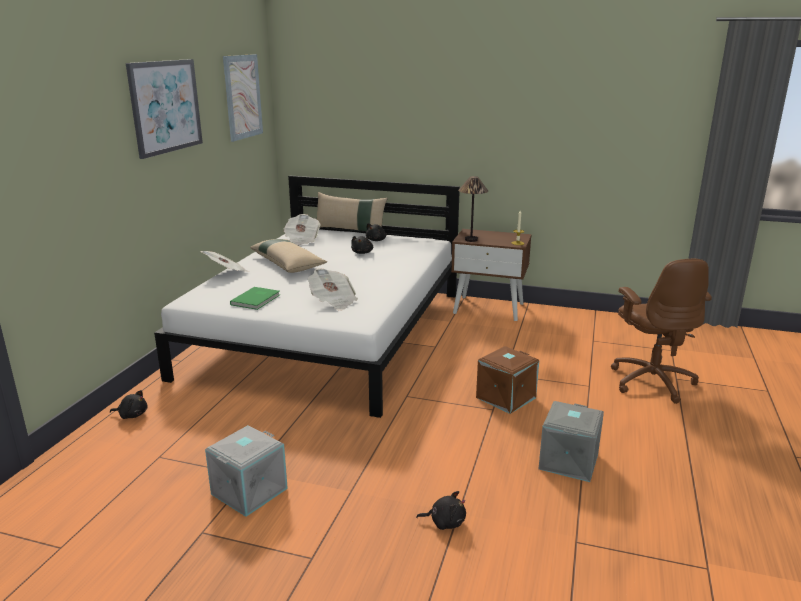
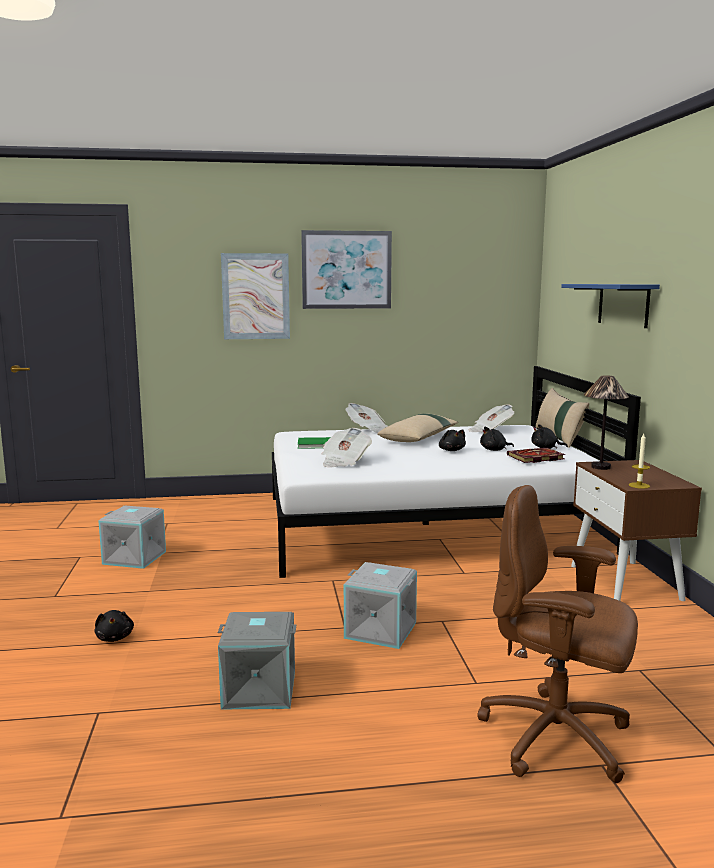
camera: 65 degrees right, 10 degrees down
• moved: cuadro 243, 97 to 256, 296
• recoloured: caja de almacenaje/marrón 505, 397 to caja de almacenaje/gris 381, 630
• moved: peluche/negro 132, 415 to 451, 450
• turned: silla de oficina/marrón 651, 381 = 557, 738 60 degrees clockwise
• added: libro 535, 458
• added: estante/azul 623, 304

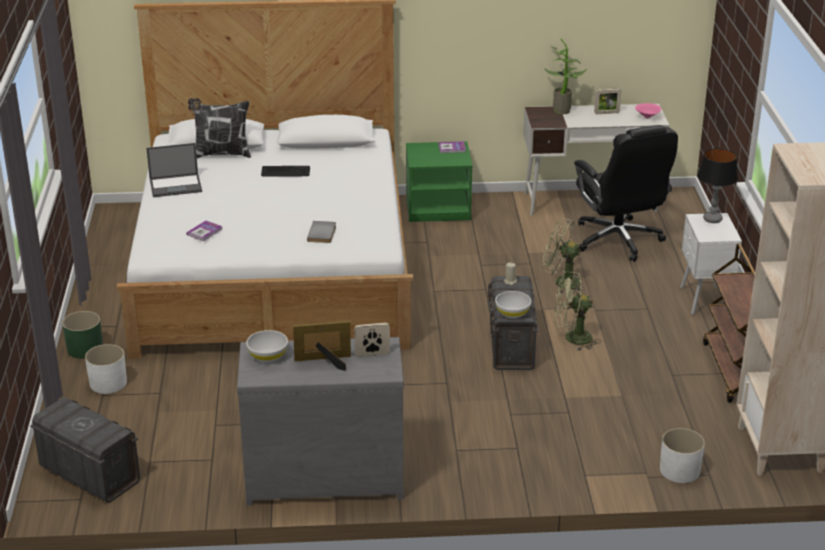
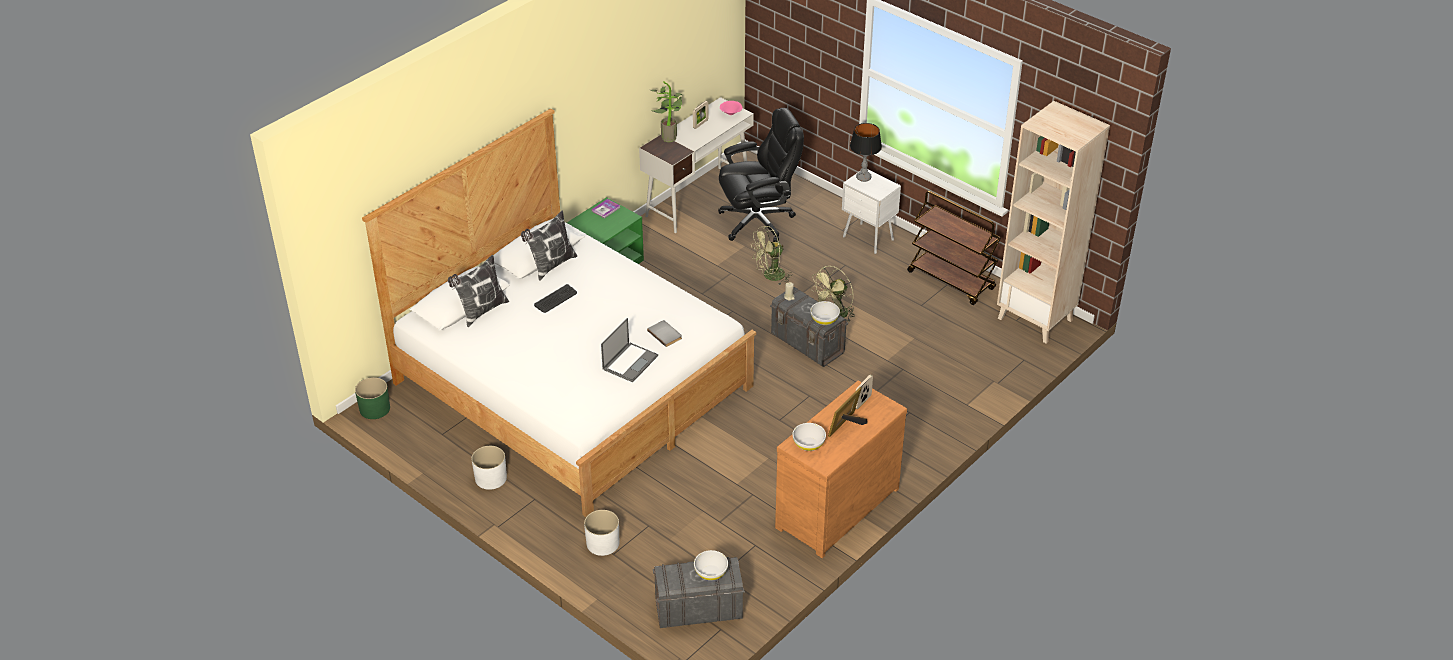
camera: 45 degrees left, 10 degrees up
• moved: maceta/verde 85, 348 to 374, 408
• moved: maceta/blanco 680, 470 to 491, 478
• added: cojín 551, 265
• moved: portátil 176, 185 to 630, 362
• added: cuenco/blanco 710, 572
• turned: silla de oficina/negro 618, 240 = 758, 221 45 degrees counterclockwise
• recoloured: cómoda/gris 323, 475 to cómoda/marrón 834, 507
• removed: libro 204, 232

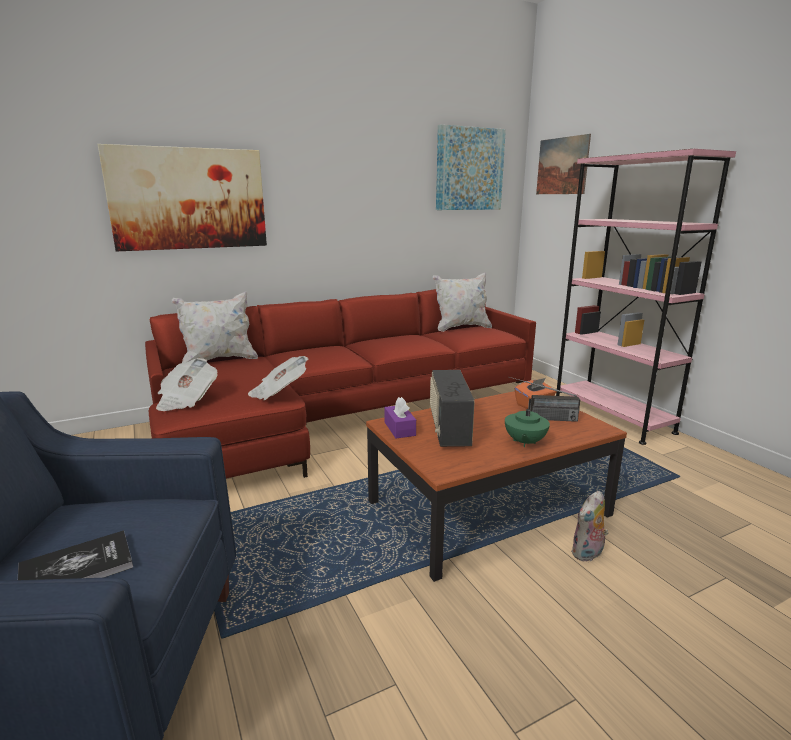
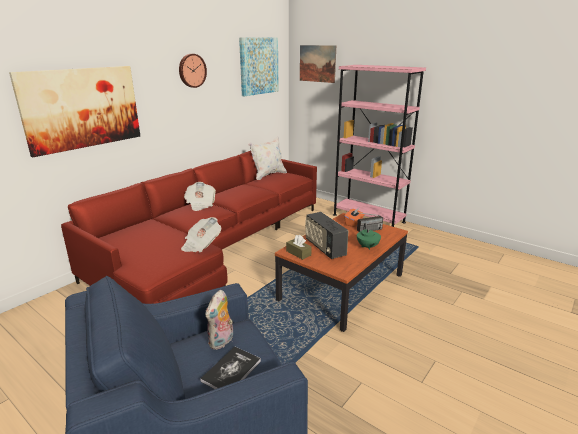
camera: 25 degrees left, 5 degrees up
• added: reloj de pared 191, 70
• moved: periódico 186, 400 to 200, 204
• moved: peluche 588, 554 to 222, 342
• recoloured: caja de pañuelos/morado 399, 429 to caja de pañuelos/marrón 298, 253
• removed: cojín/blanco 219, 360

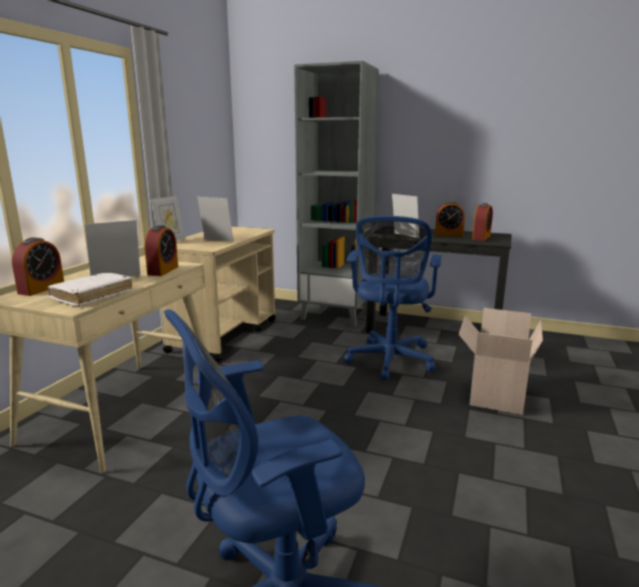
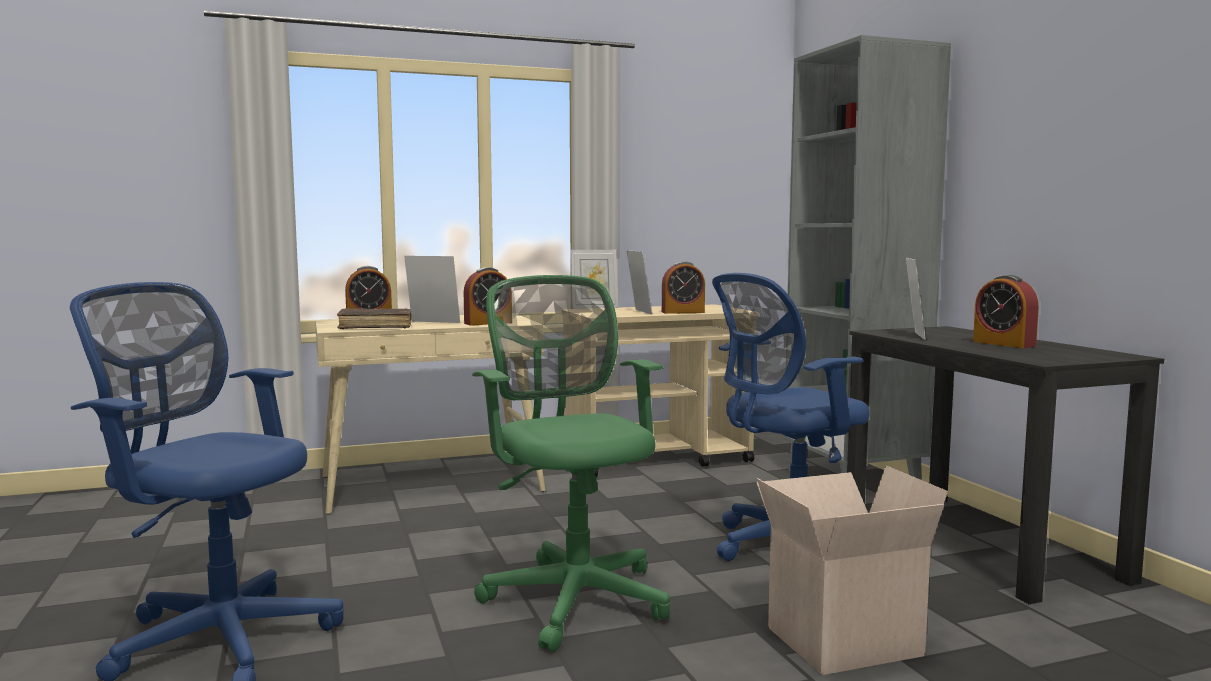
camera: 50 degrees right, 10 degrees down
• recoloured: libro/blanco 92, 295 to libro/marrón 375, 327
• added: silla de oficina/verde 574, 596
• moved: despertador 481, 237 to 683, 312

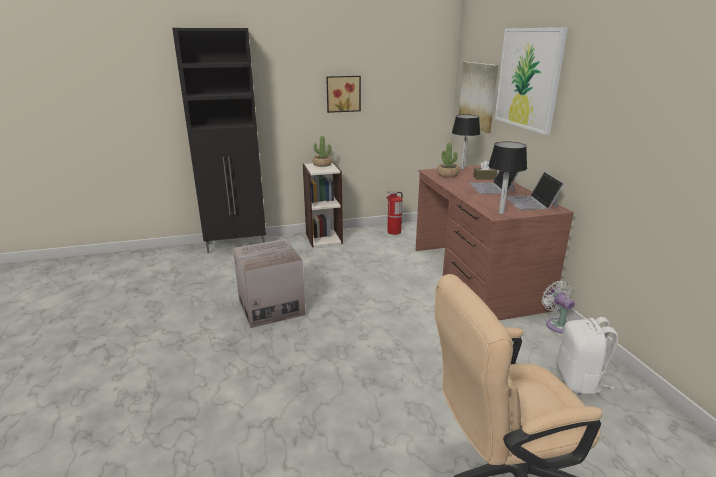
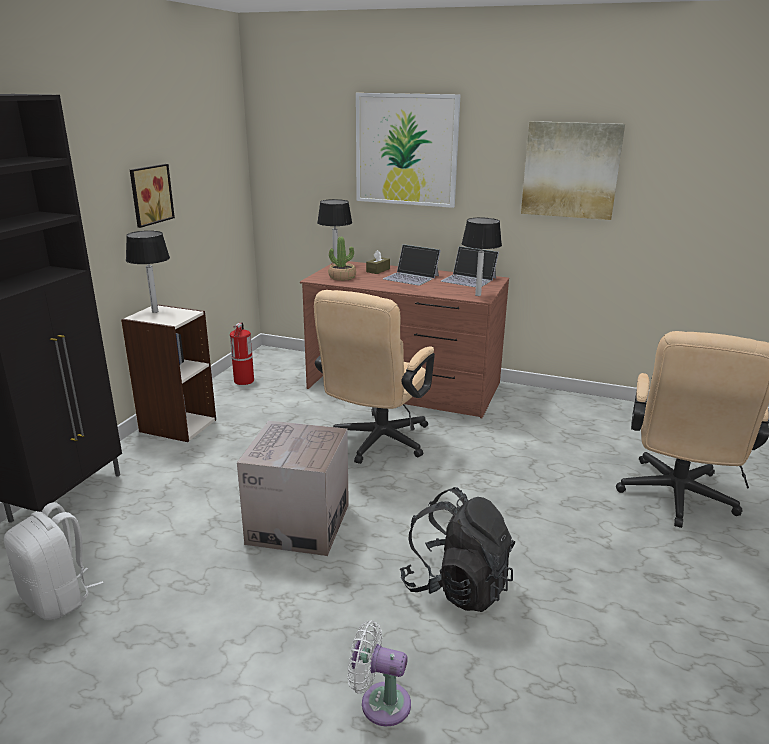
camera: 55 degrees left, 0 degrees up
• moved: mochila/blanco 579, 380 to 58, 598
• replaced: planta en maceta 322, 164 to lámpara de mesa 155, 311
• added: silla de oficina/beis 376, 443
• moved: ventilador/blanco 557, 324 to 380, 702
• added: mochila/negro 456, 586
• moved: cuadro 478, 96 to 571, 170

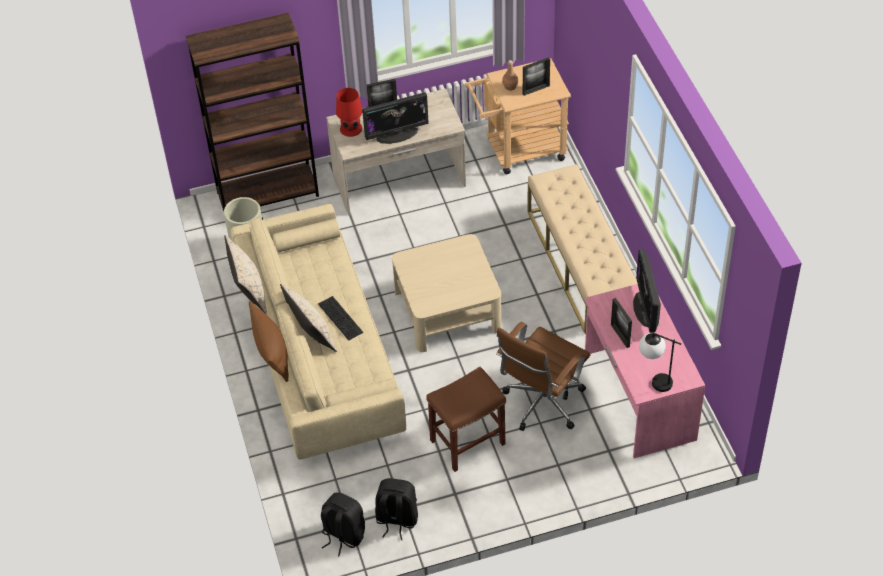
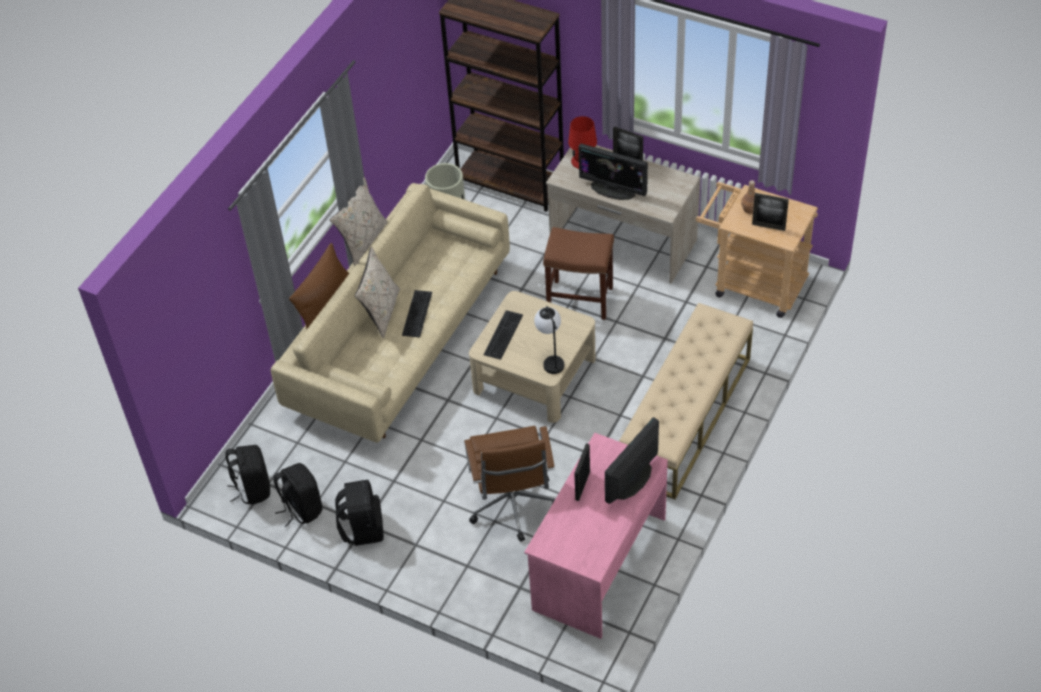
camera: 45 degrees right, 0 degrees up
• added: mochila/negro 362, 528
• turned: silla de oficina/marrón 541, 404 = 513, 507 90 degrees counterclockwise
• added: teclado 502, 334
• moved: lámpara de mesa 654, 380 to 551, 359
• moved: taburete/marrón 467, 443 to 579, 300

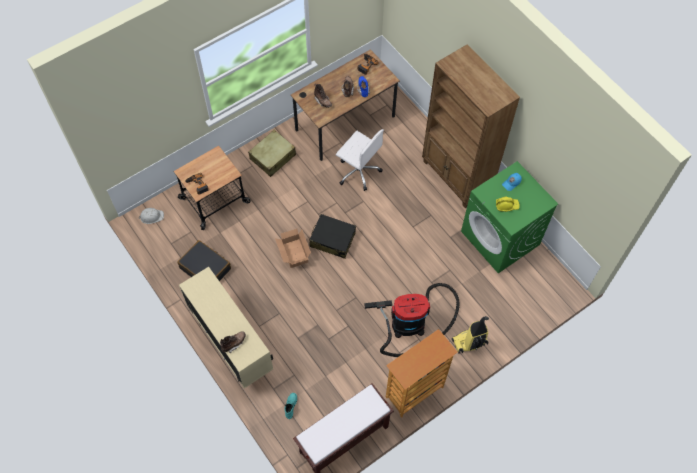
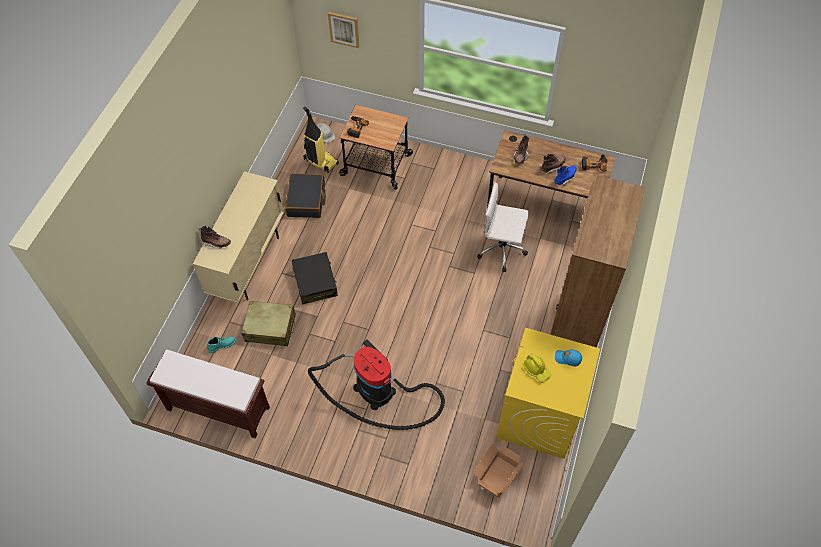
camera: 55 degrees right, 5 degrees down
• moved: maleta/beis 273, 157 to 270, 328
• moved: maleta/negro 332, 239 to 315, 282
• moved: aspiradora 469, 342 to 320, 162
• added: cuadro 344, 29
• moved: caja de cartón 294, 254 to 496, 476
• turned: silla de oficina/blanco 358, 171 = 502, 249 105 degrees clockwise
• recoloured: lavadora/verde 500, 238 to lavadora/amarillo 539, 416
• removed: estantería 414, 392

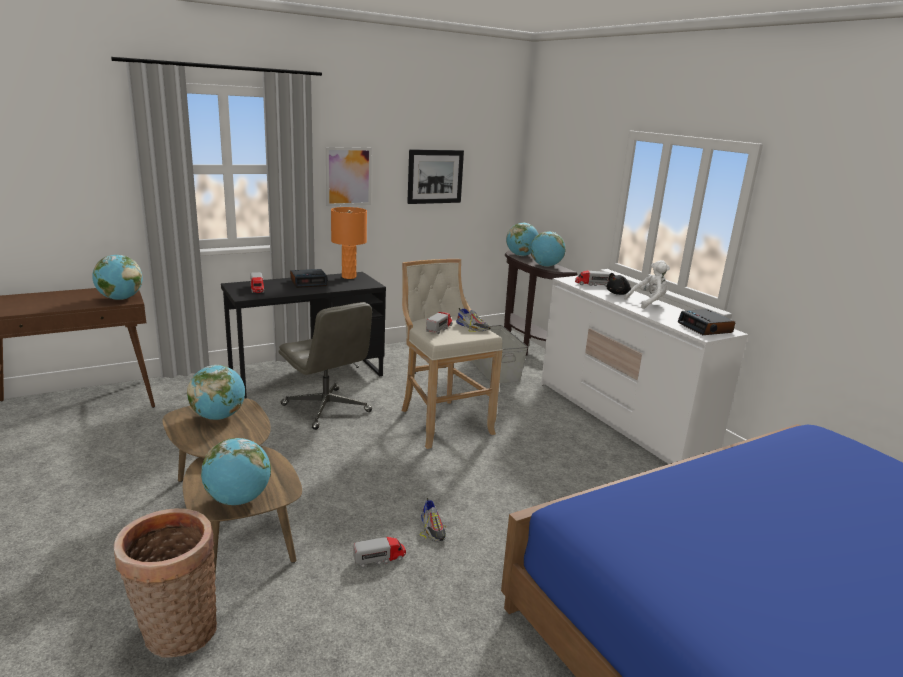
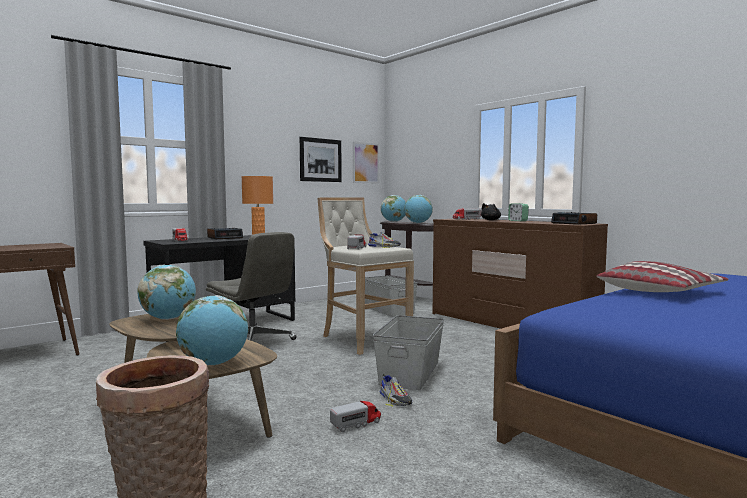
camera: 10 degrees left, 15 degrees down
• moved: cuadro 348, 176 to 365, 163
• added: caja de almacenaje/gris 411, 372
• recoloured: cómoda/blanco 620, 419 to cómoda/marrón 509, 325
• replaced: peluche/blanco 648, 303 to despertador 518, 221
• added: cojín 660, 292
• removed: globo terráqueo 120, 299

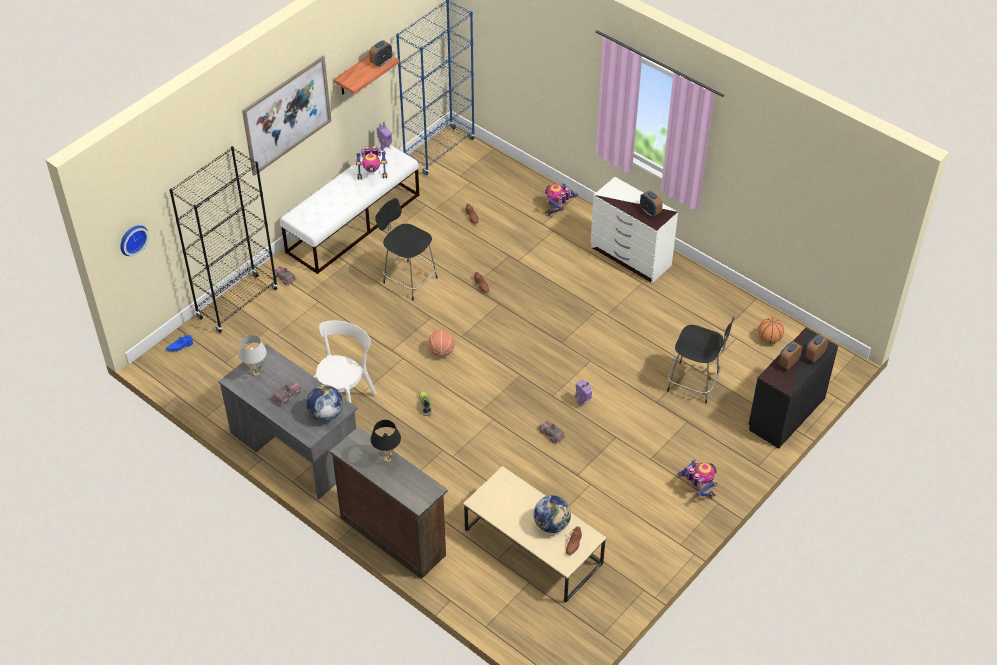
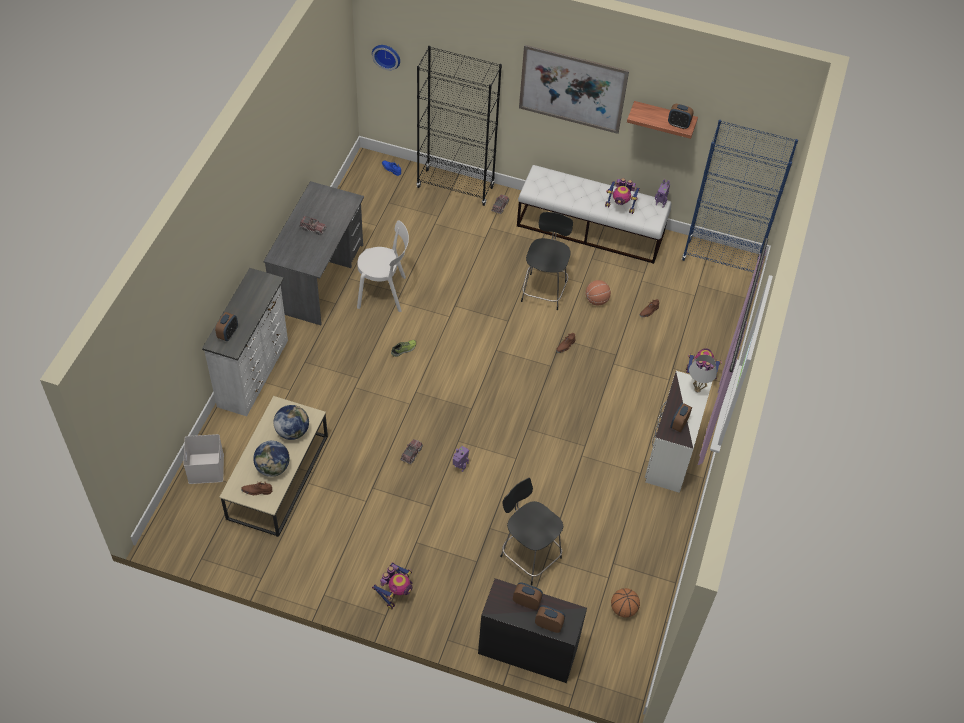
camera: 65 degrees right, 5 degrees up
• added: caja de almacenaje/blanco 205, 467
• recoloured: cómoda/marrón 393, 534 to cómoda/blanco 255, 373
• added: despertador 228, 334
• moved: globo terráqueo 325, 414 to 292, 431
• turned: silla/negro 695, 383 = 529, 555 135 degrees clockwise
• moved: balón de baloncesto 441, 351 to 596, 300
• turned: robot de juguete 372, 175 = 620, 206 45 degrees counterclockwise
• moved: lámpara de mesa/blanco 256, 373 to 697, 389
• removed: lámpara de mesa/negro 387, 459

